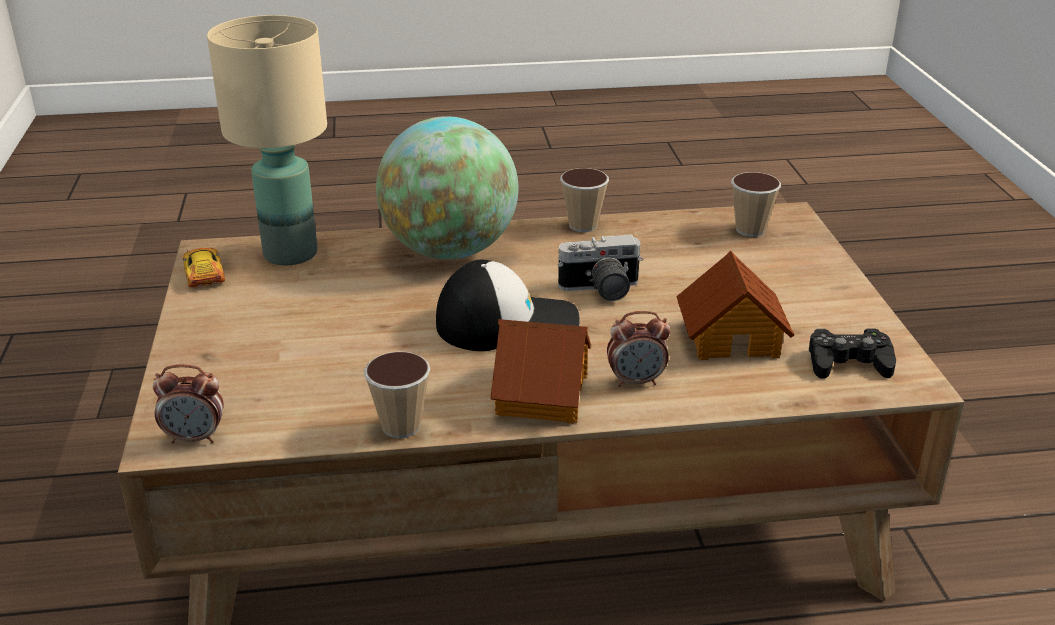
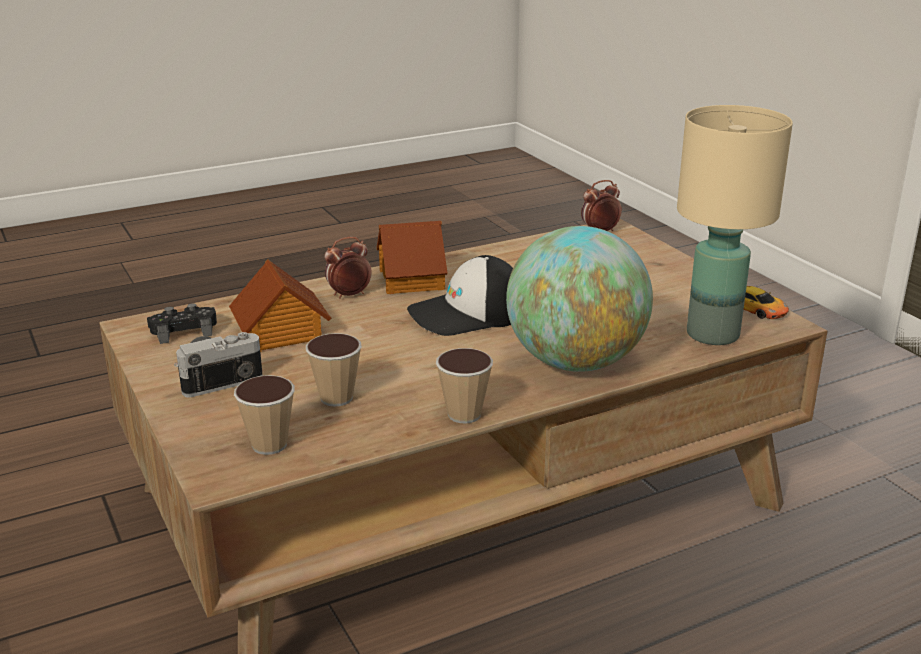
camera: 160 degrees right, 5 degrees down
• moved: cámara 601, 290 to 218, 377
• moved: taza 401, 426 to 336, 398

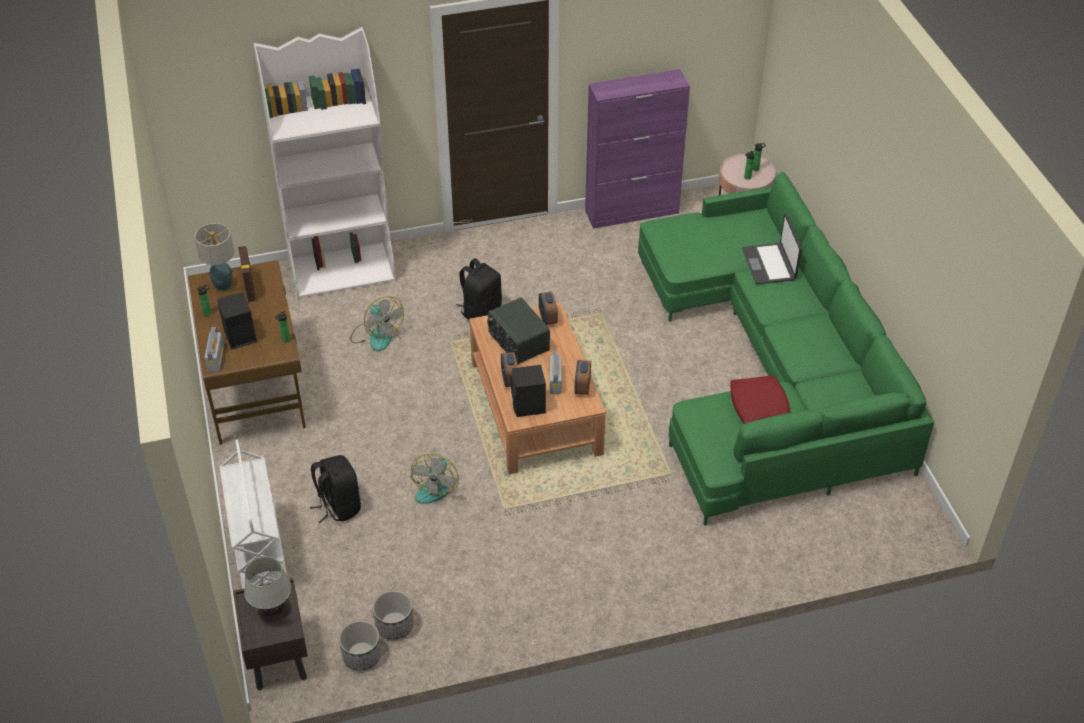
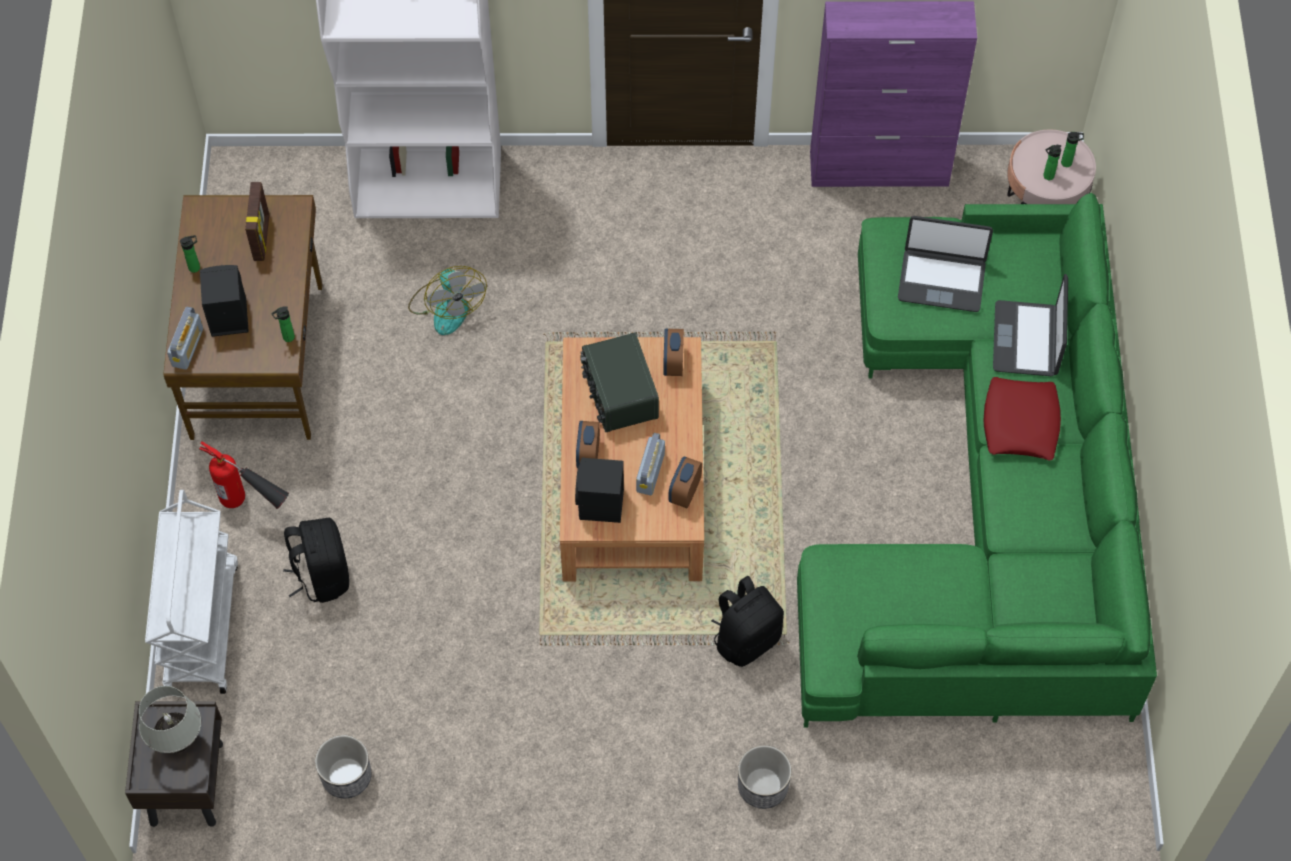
camera: 15 degrees right, 15 degrees up
• added: extintor 253, 507
• moved: mochila/negro 480, 310 to 746, 638
• moved: maceta 361, 656 to 762, 786
• added: portátil 941, 280
• moved: cojín/rojo 759, 406 to 1020, 423
• removed: lámpara de mesa 223, 285
• removed: ventilador 435, 486

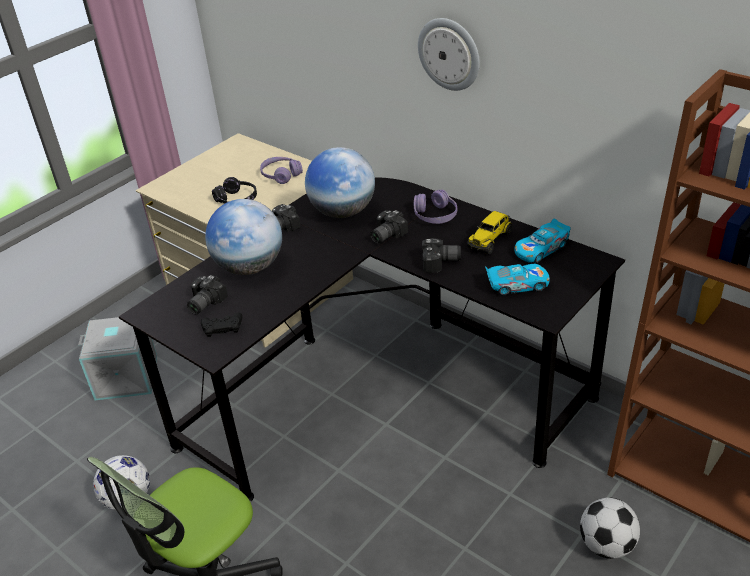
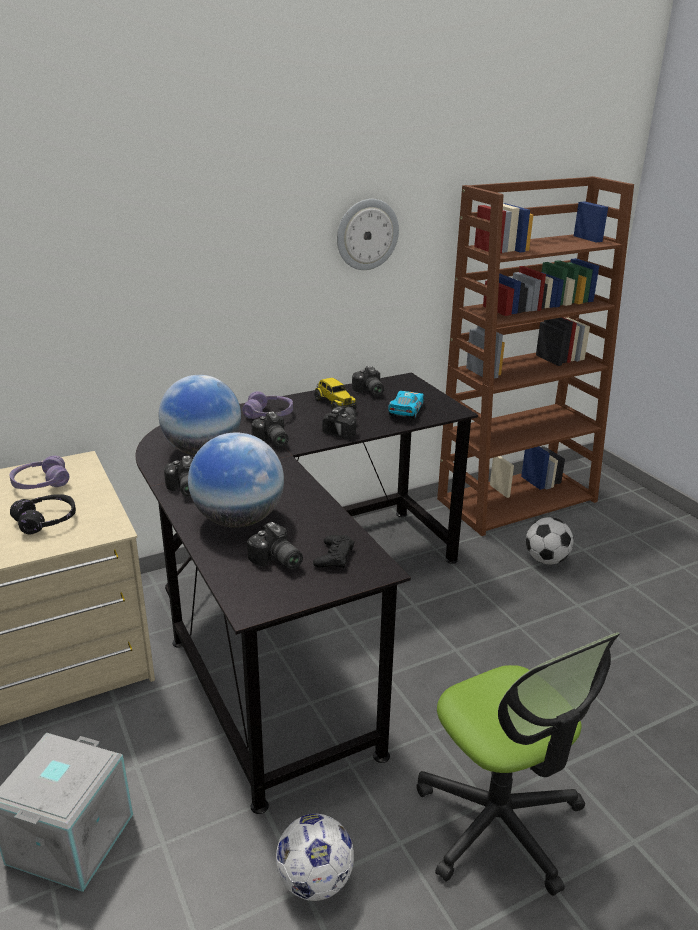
camera: 70 degrees left, 10 degrees down
• moved: reloj de pared 449, 54 to 367, 234
• replaced: coche de juguete 541, 249 to cámara 369, 391

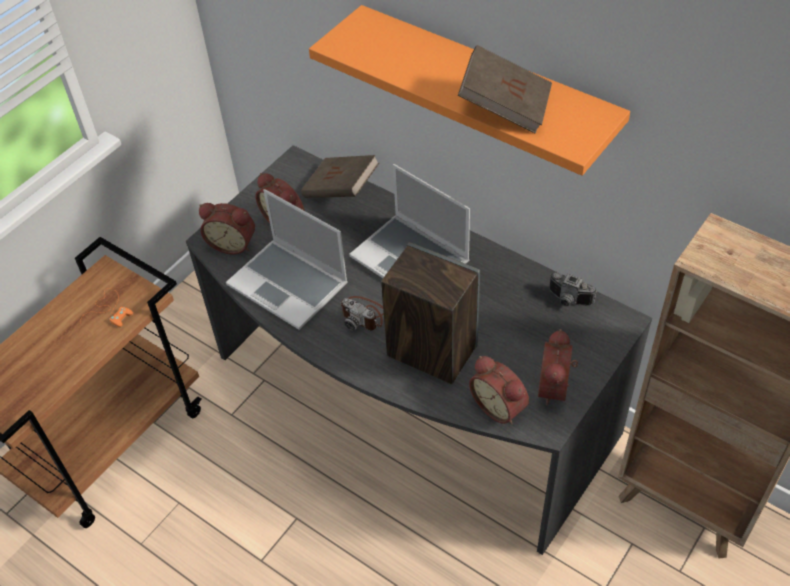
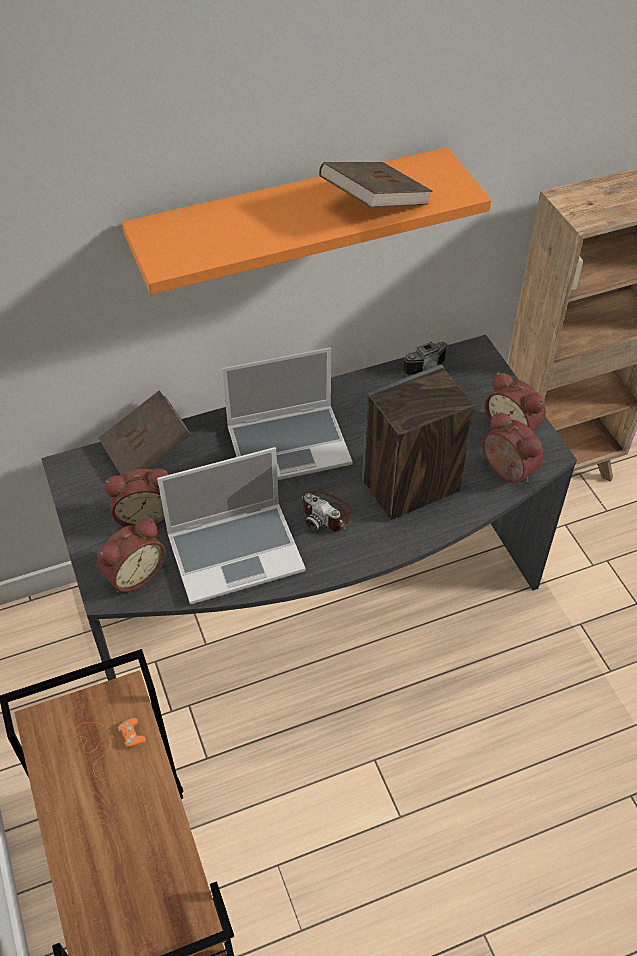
camera: 60 degrees left, 0 degrees up
• turned: cámara 363, 315 = 326, 513 60 degrees clockwise
• turned: despertador 500, 406 = 505, 472 120 degrees counterclockwise

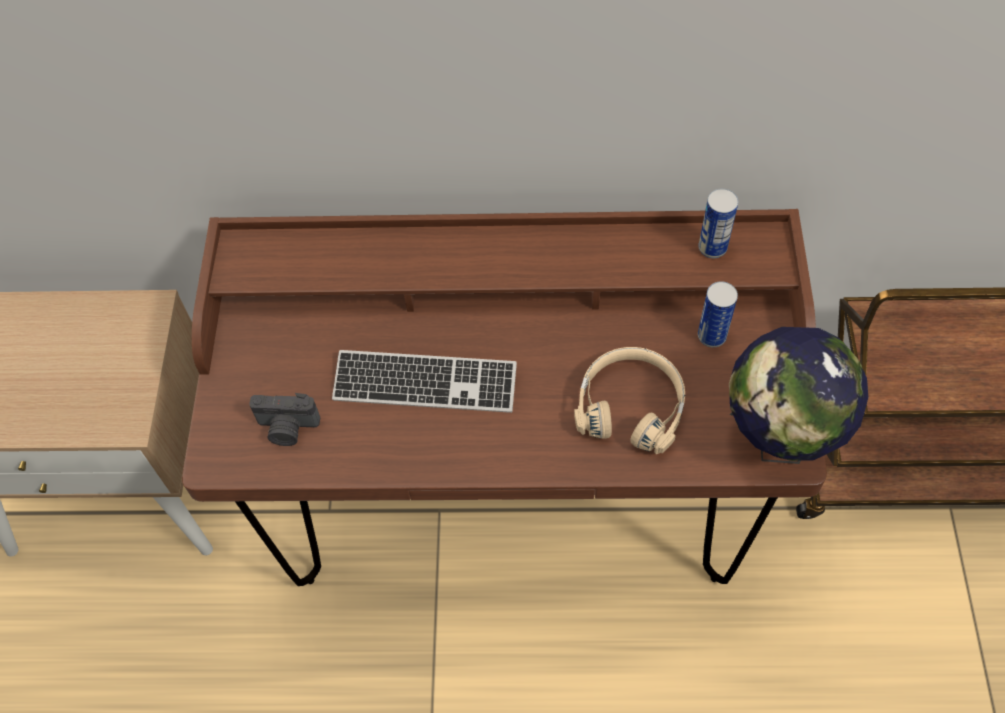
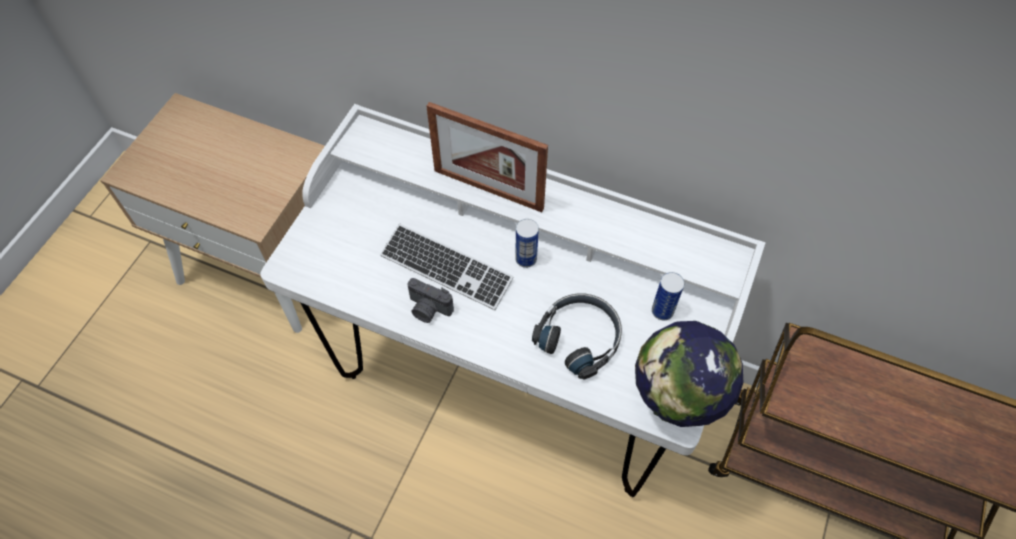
camera: 20 degrees right, 0 degrees up
• recoloured: escritorio/marrón 511, 505 to escritorio/blanco 508, 380
• moved: cámara 287, 428 to 428, 309
• added: portarretratos 488, 189
• moved: lata 712, 247 to 526, 259
• recoloured: auriculares/beis 631, 405 to auriculares/negro 580, 337

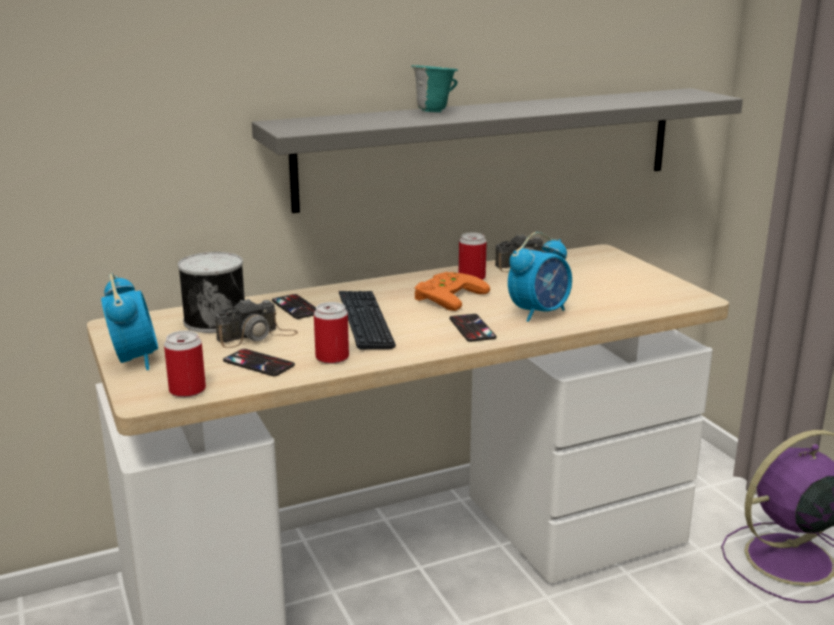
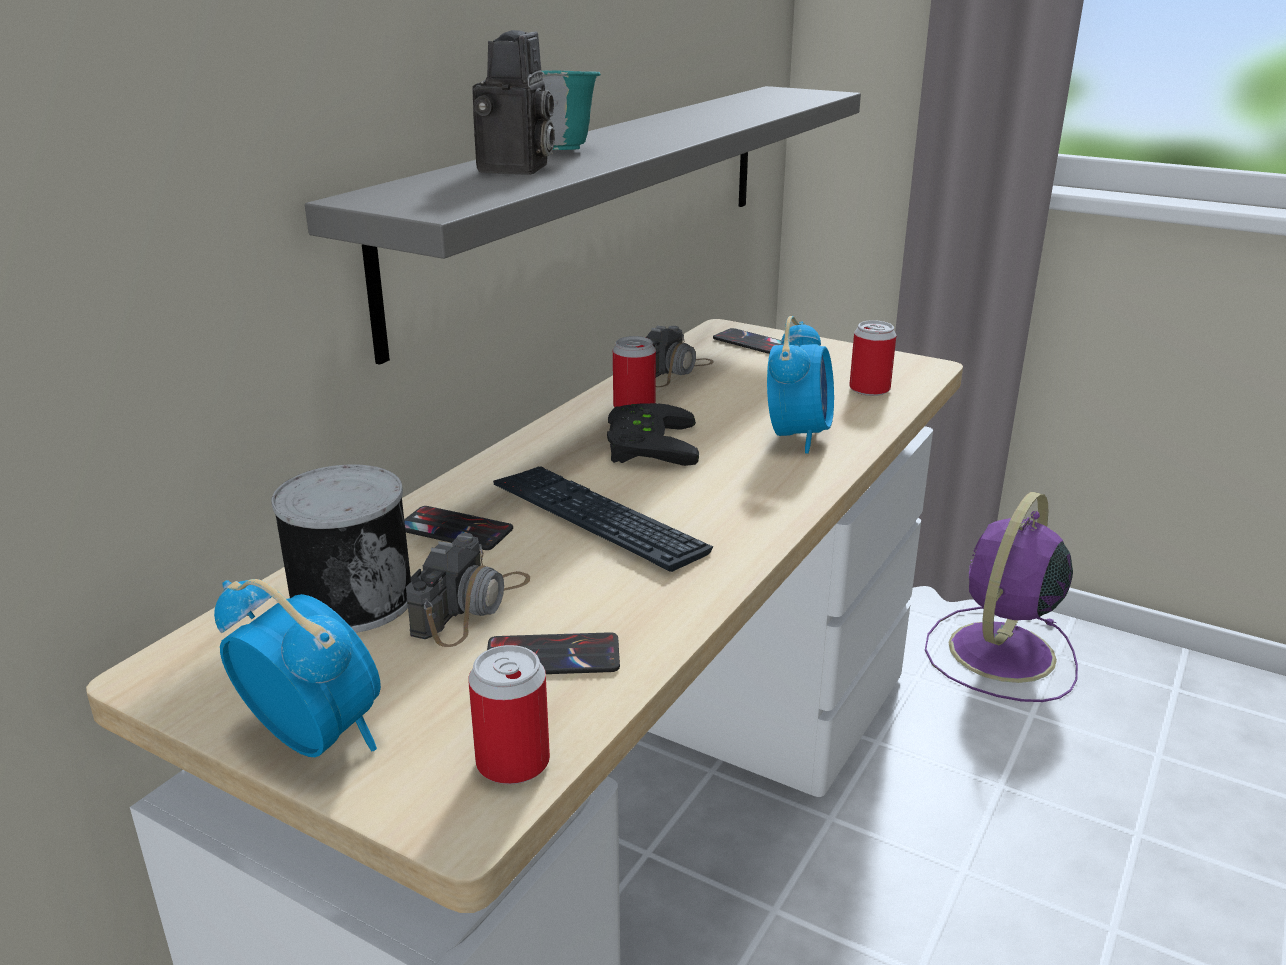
camera: 35 degrees left, 5 degrees up
• added: cámara 516, 169
• recoloured: mando de consola/naranja 446, 295 to mando de consola/negro 644, 444
• moved: móvil 472, 328 to 751, 342
• moved: lata 332, 358 to 869, 389

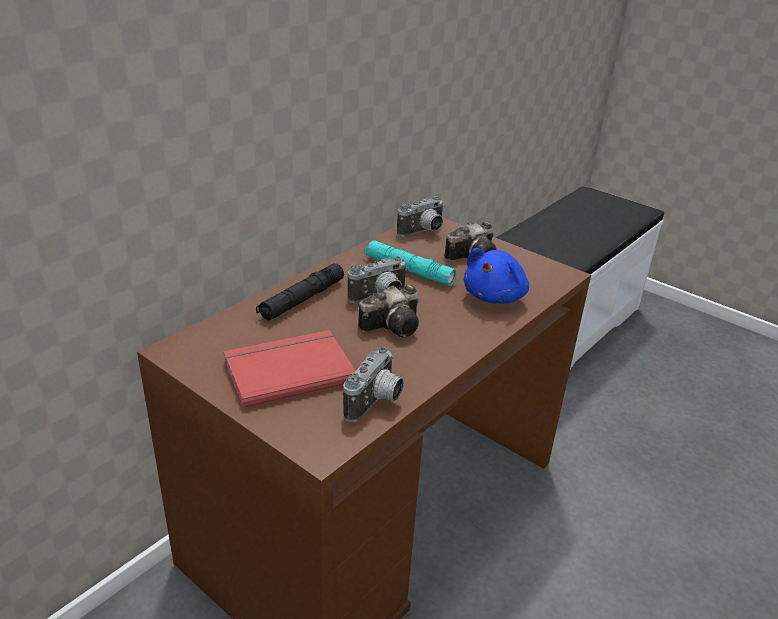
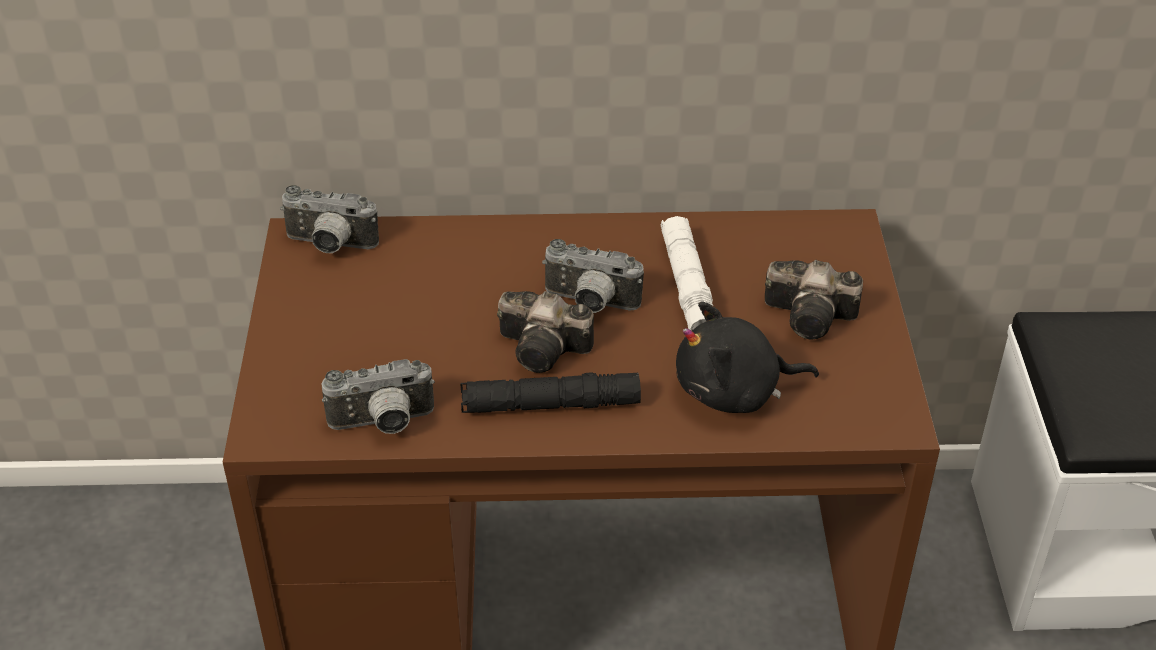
camera: 50 degrees right, 10 degrees up
• moved: cámara 423, 232 to 329, 246
• moved: linterna/negro 302, 300 to 550, 404
• recoloured: linterna/turquesa 408, 270 to linterna/blanco 688, 286
• recoloured: peluche/azul 495, 296 to peluche/negro 734, 391
• removed: libro/rojo 287, 370

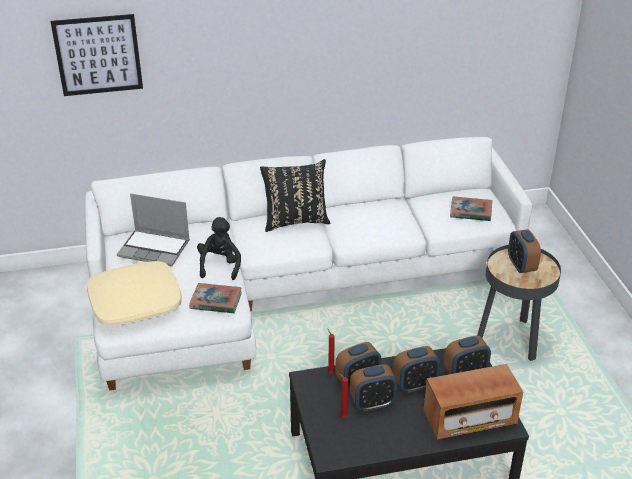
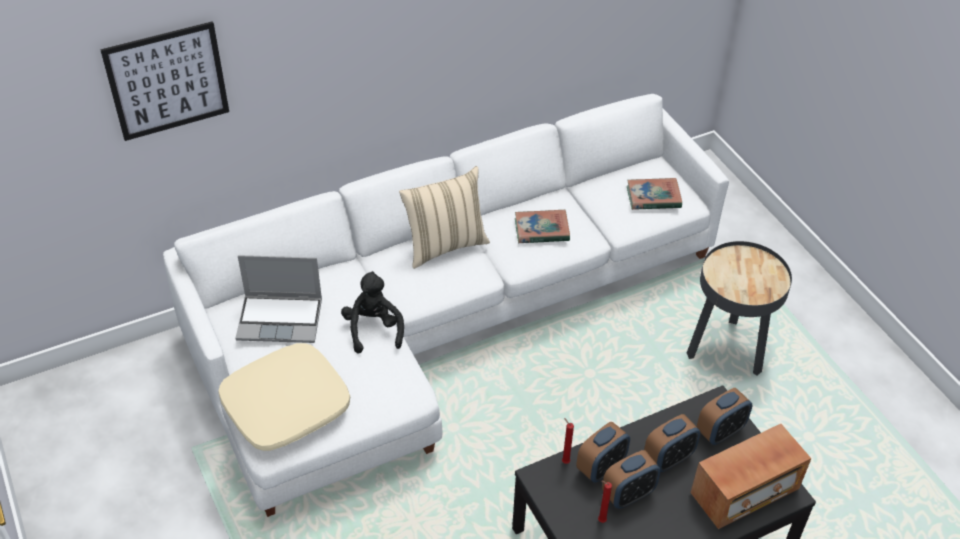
camera: 15 degrees left, 10 degrees up
• recoloured: cojín/negro 295, 220 to cojín/beis 444, 245
• moved: libro 216, 301 to 541, 230
• removed: despertador 521, 266

